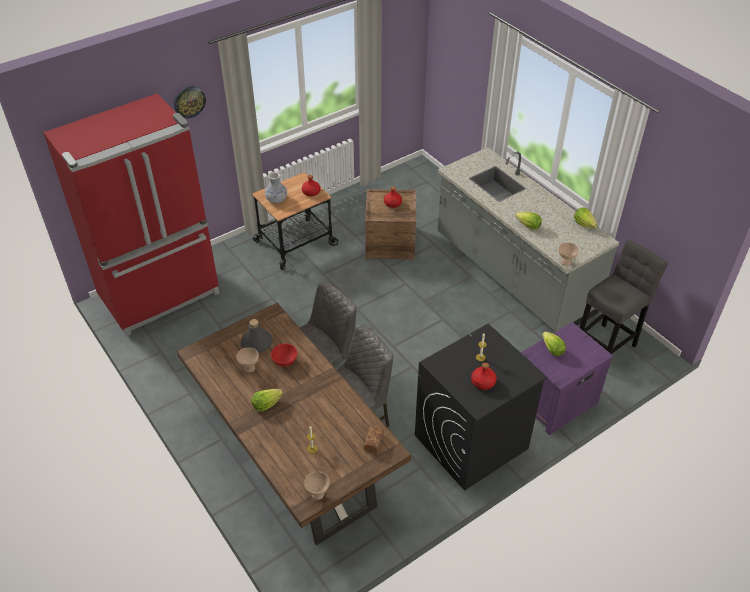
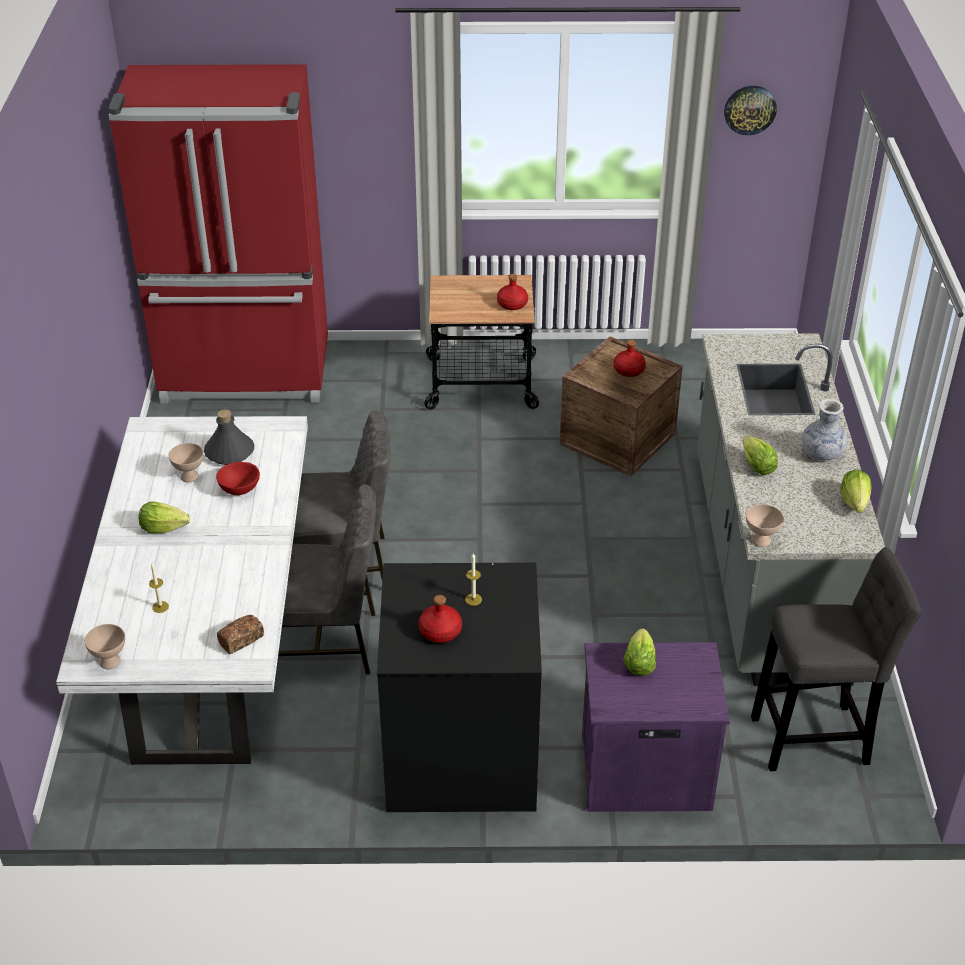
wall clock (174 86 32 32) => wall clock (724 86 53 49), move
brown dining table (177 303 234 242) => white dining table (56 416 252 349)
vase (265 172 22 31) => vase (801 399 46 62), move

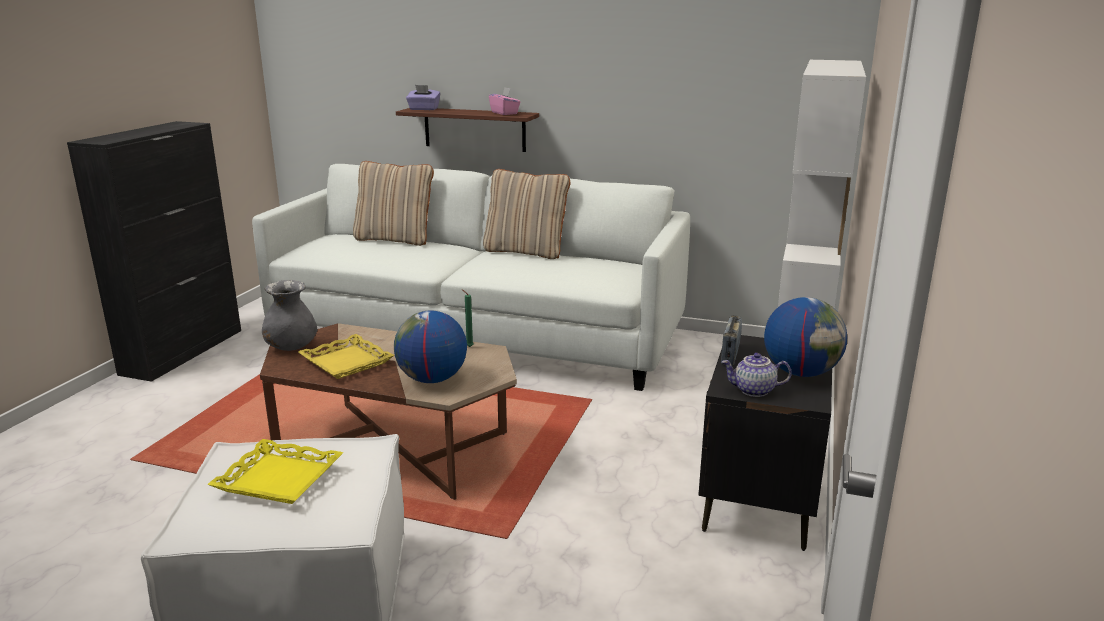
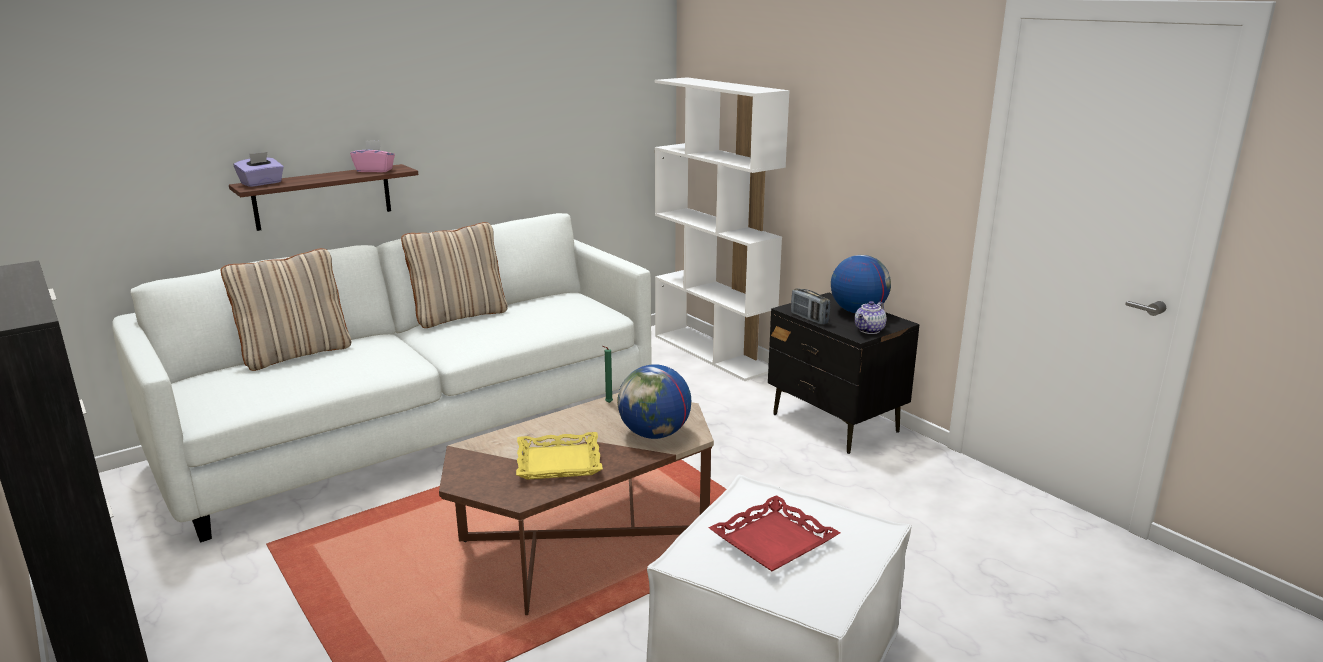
yellow tray (207 439 137 65) => red tray (708 495 133 76)
grey vase (262 280 55 71) => nothing

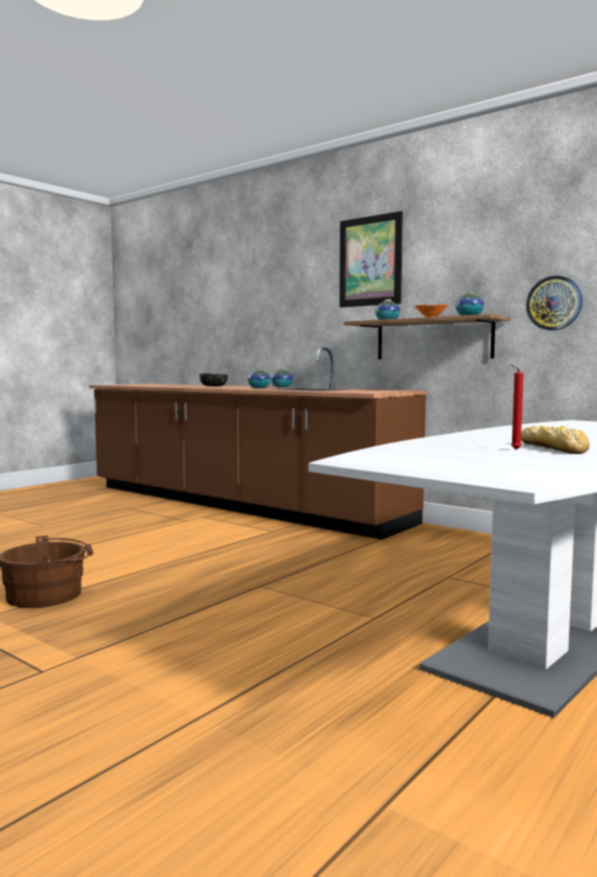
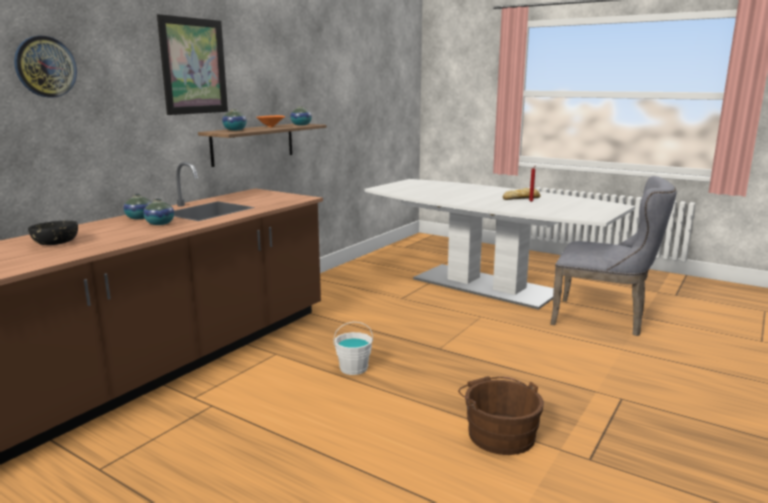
wall clock (526 275 56 56) => wall clock (14 36 63 62), move
nothing => white bucket (333 322 40 53)
nothing => grey chair (550 176 126 160)

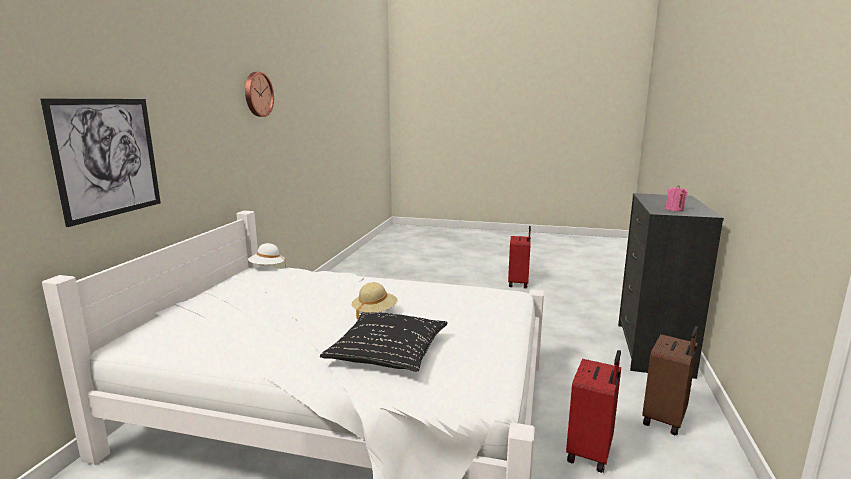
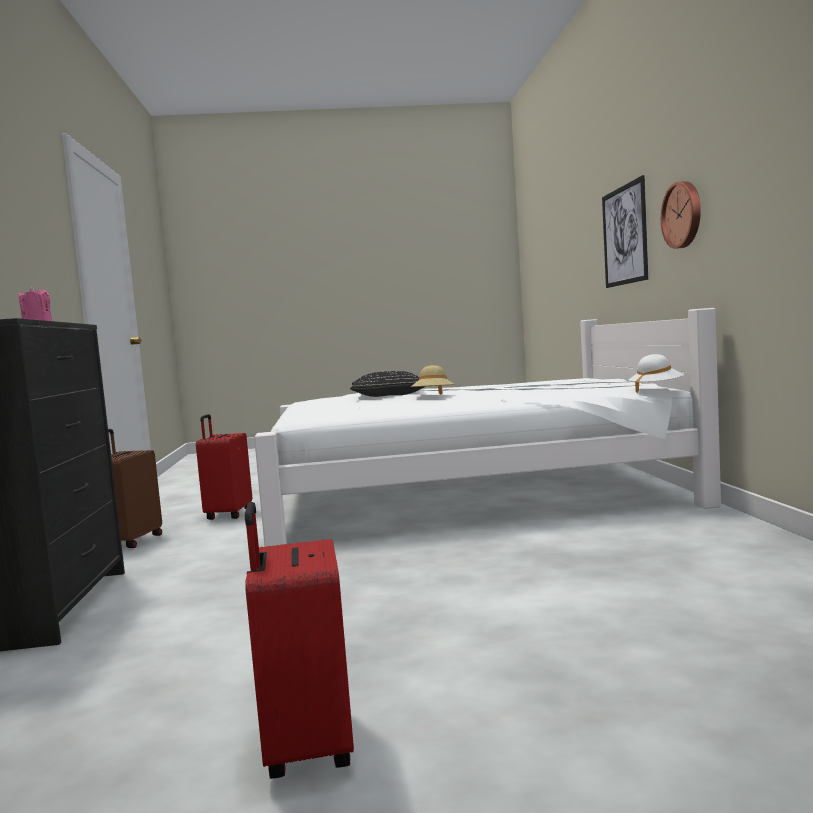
wall clock (245 72 29 45) => wall clock (661 181 40 68), move

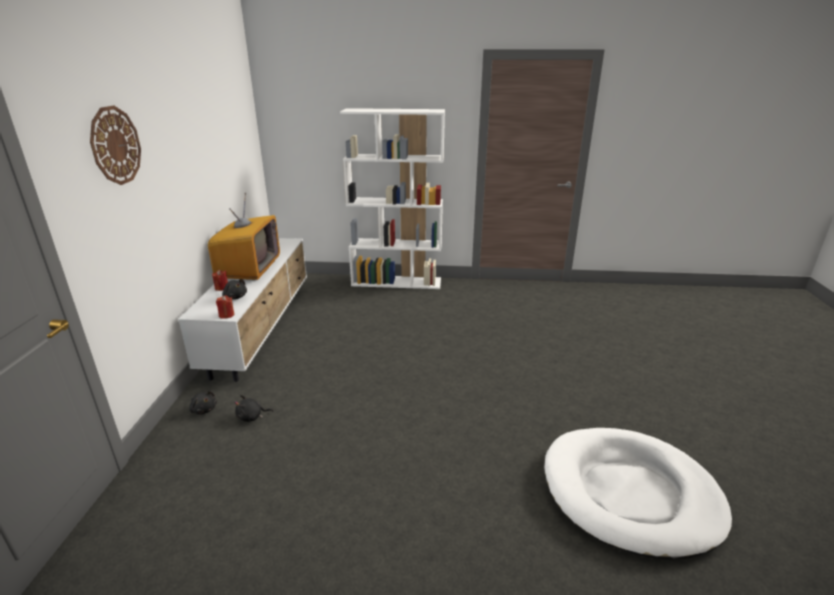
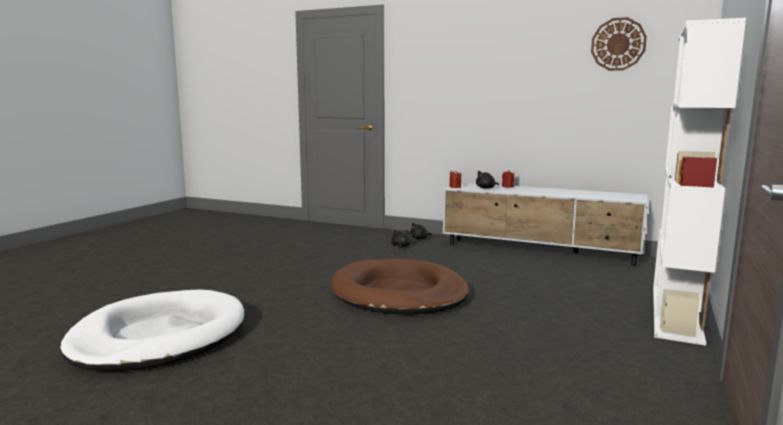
wall clock (90 105 51 80) => wall clock (591 17 56 54), move
television (208 193 72 87) => nothing
nothing => brown dog bed (331 259 138 56)

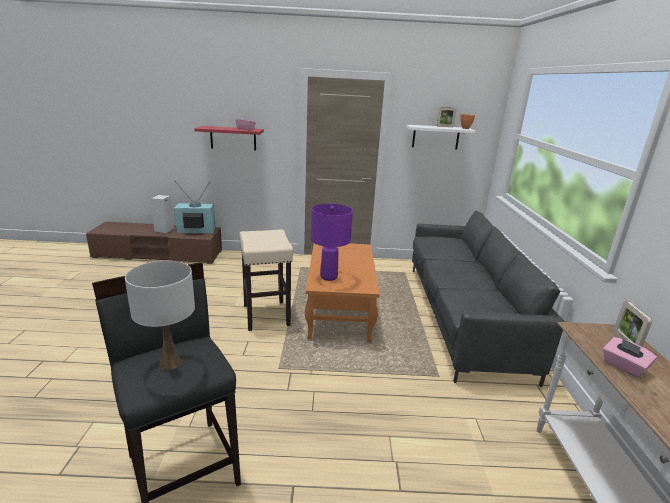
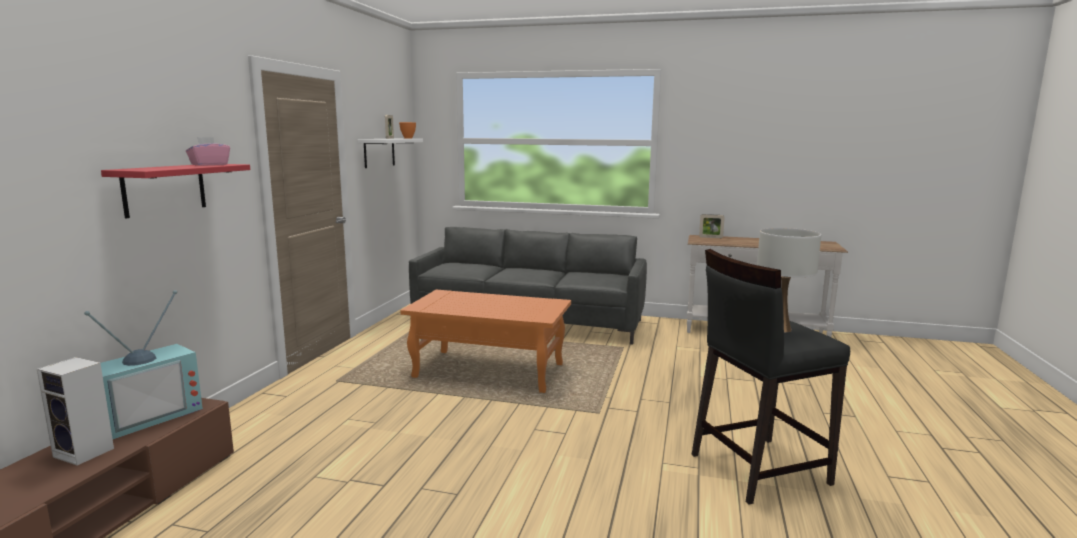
television (174 180 41 53) => television (84 290 119 149), 150 degrees counterclockwise
beige stool (239 229 54 102) => nothing
purple table lamp (311 204 42 77) => nothing
pink tissue box (603 337 54 41) => nothing

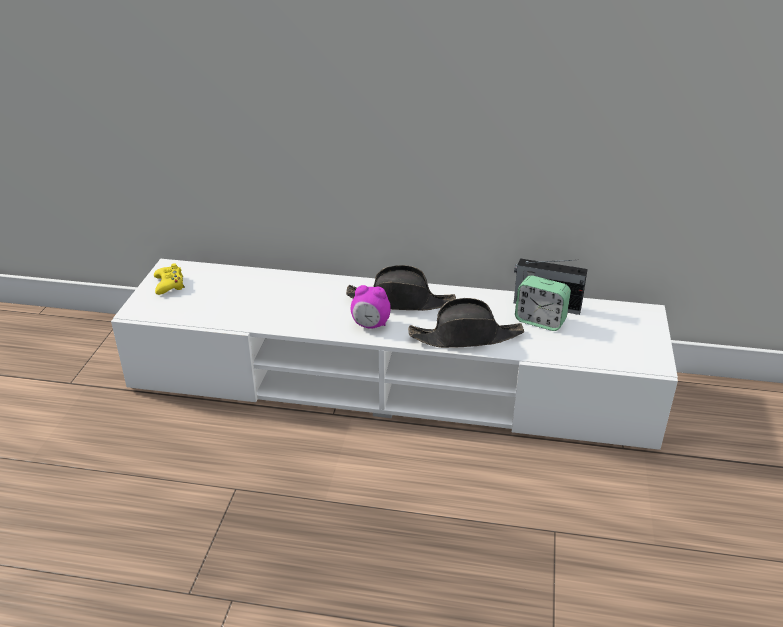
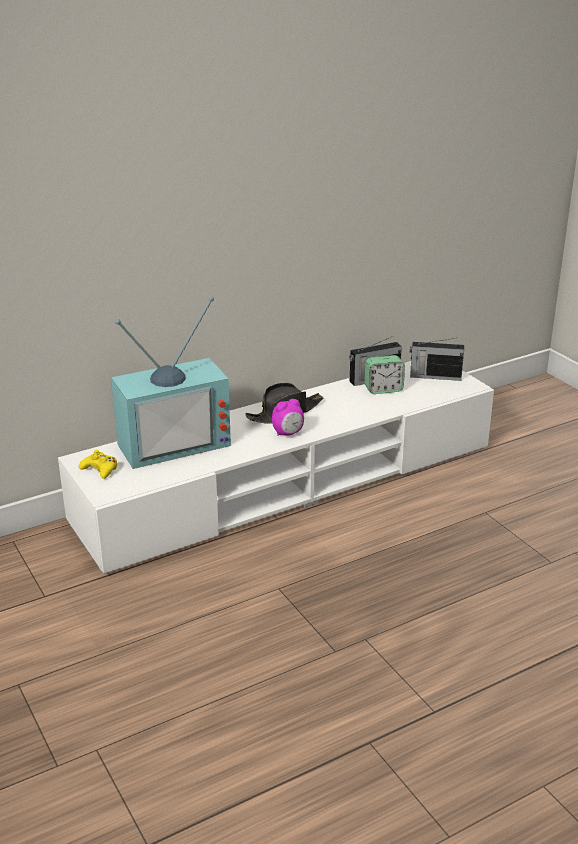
black hat (408 298 116 50) => nothing
nothing => television (111 296 120 173)
nothing => radio (410 338 54 43)

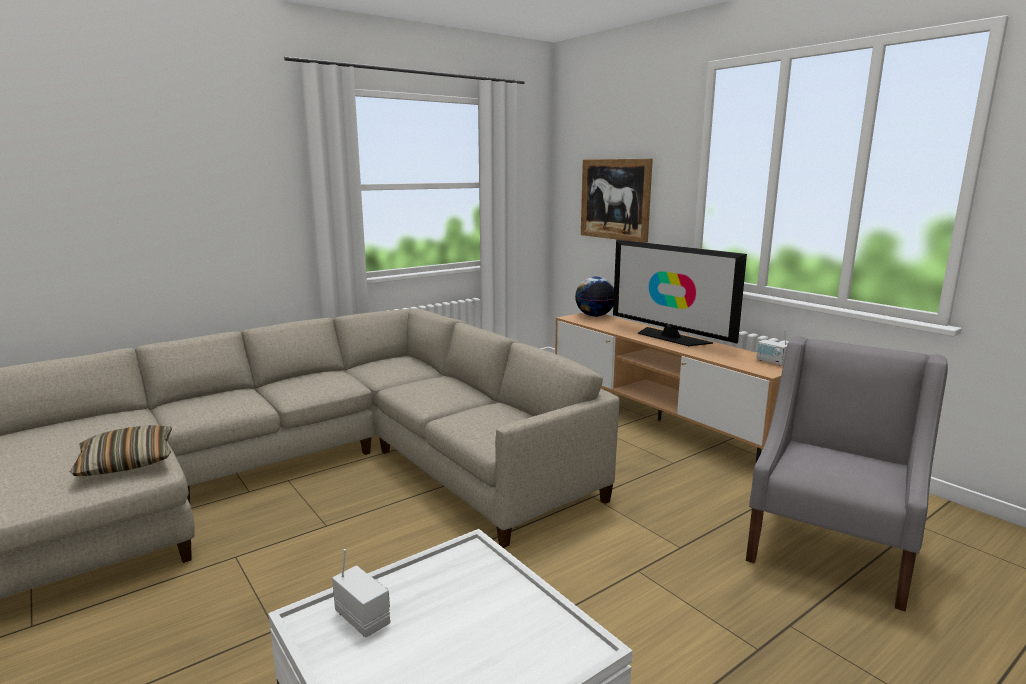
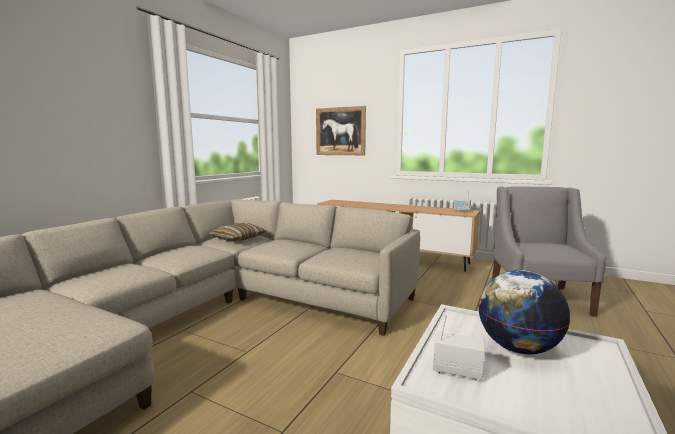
pillow (70 425 102 51) => pillow (208 223 58 18), move
globe (575 276 39 41) => globe (478 270 92 84), move
television (613 240 134 106) => nothing

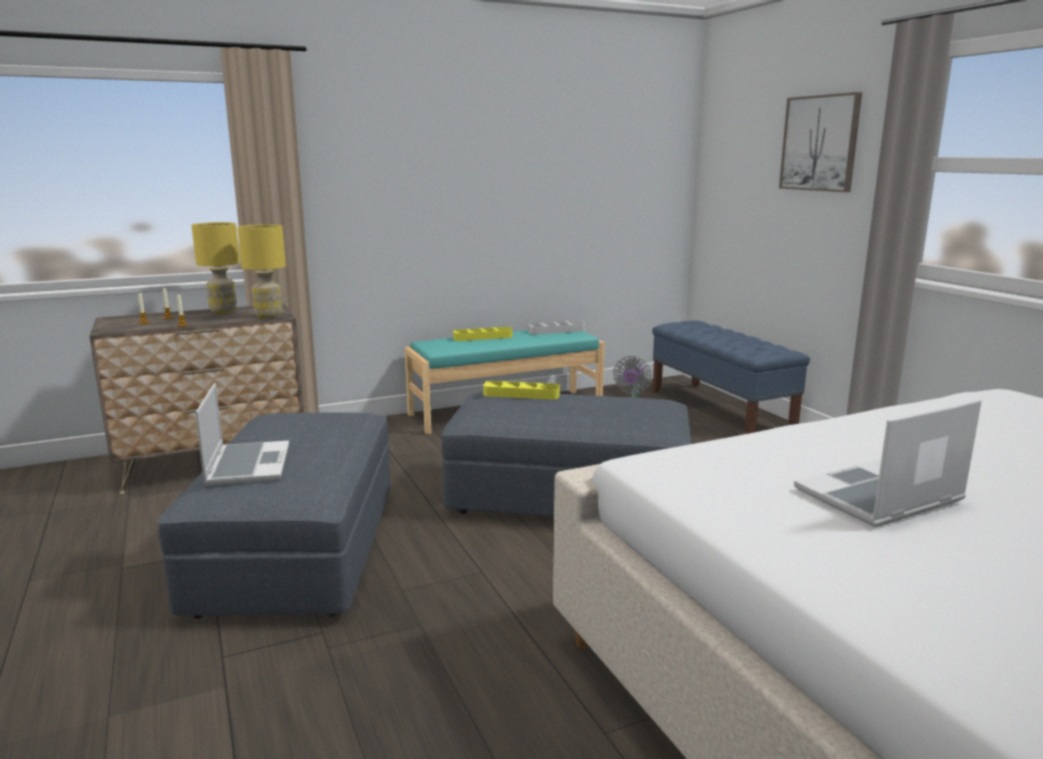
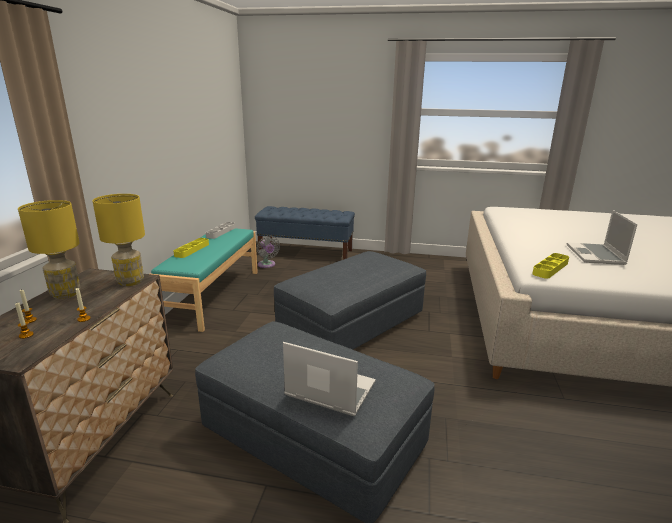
yellow tray (483 381 77 19) => yellow tray (532 253 37 26), move
picture (779 92 83 100) => nothing

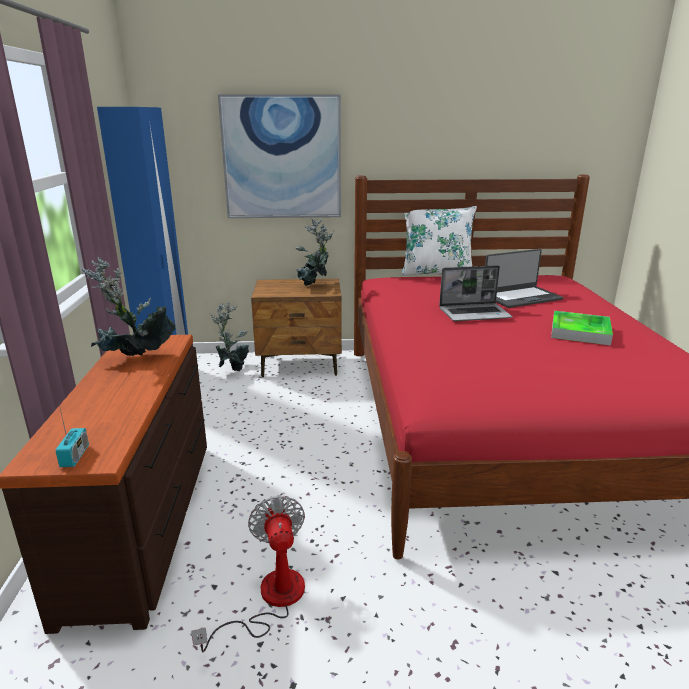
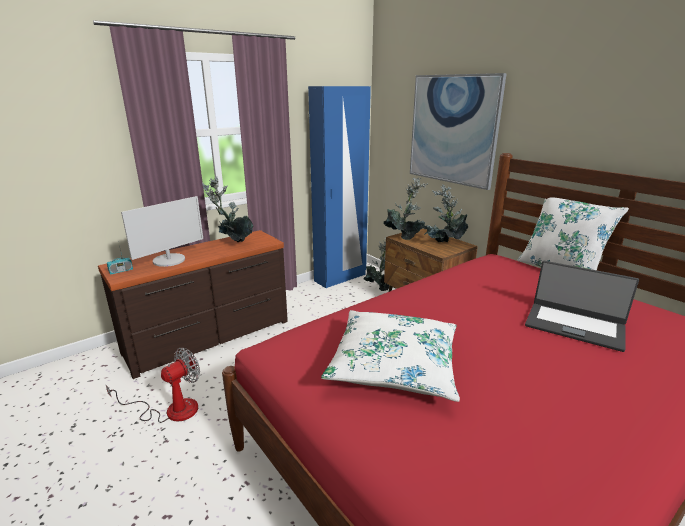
laptop (439 265 73 56) => nothing
tray (551 311 62 34) => nothing
nothing => monitor (121 196 82 71)
nothing => white pillow (321 310 139 92)
nothing => potted plant (383 178 44 62)

